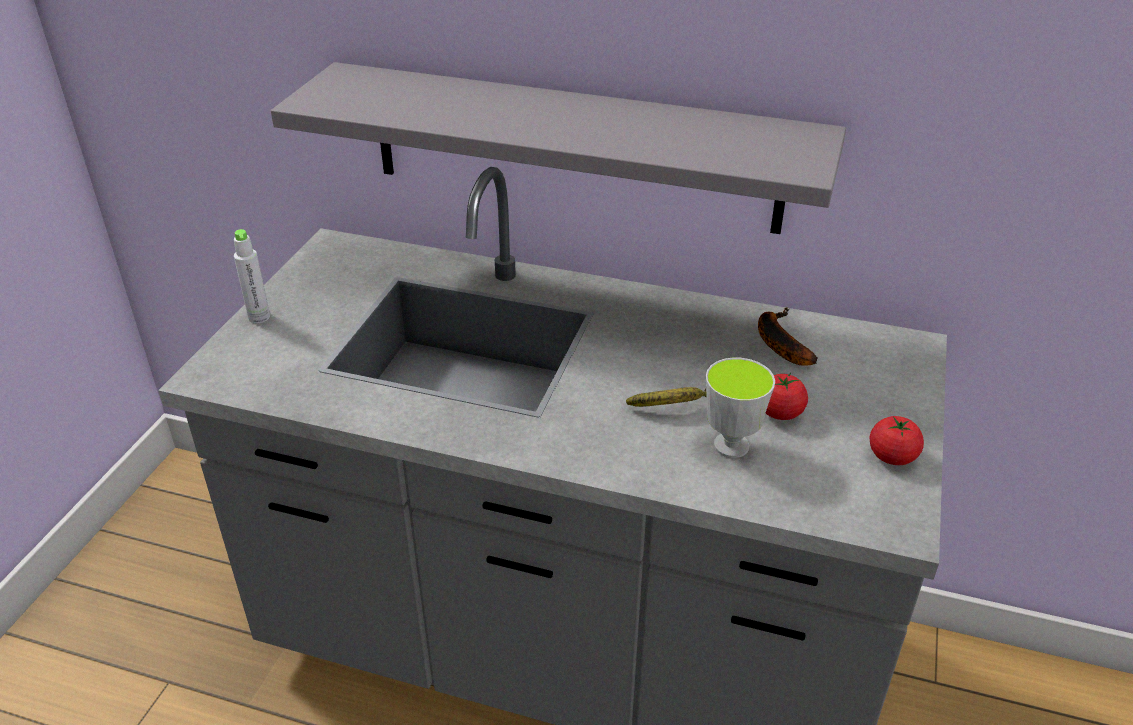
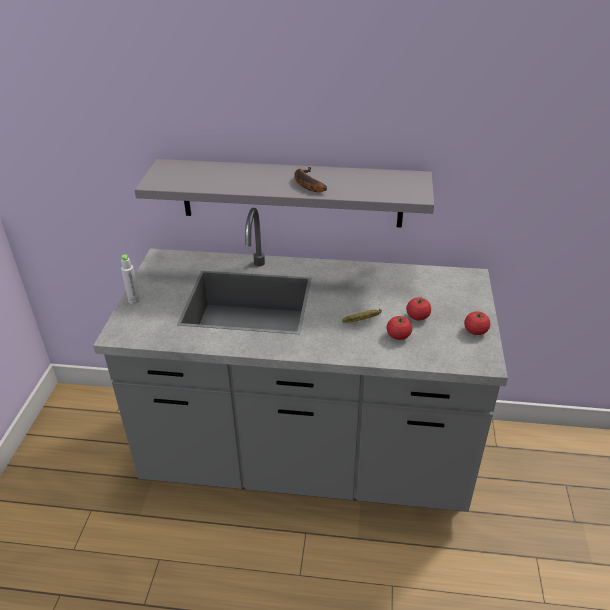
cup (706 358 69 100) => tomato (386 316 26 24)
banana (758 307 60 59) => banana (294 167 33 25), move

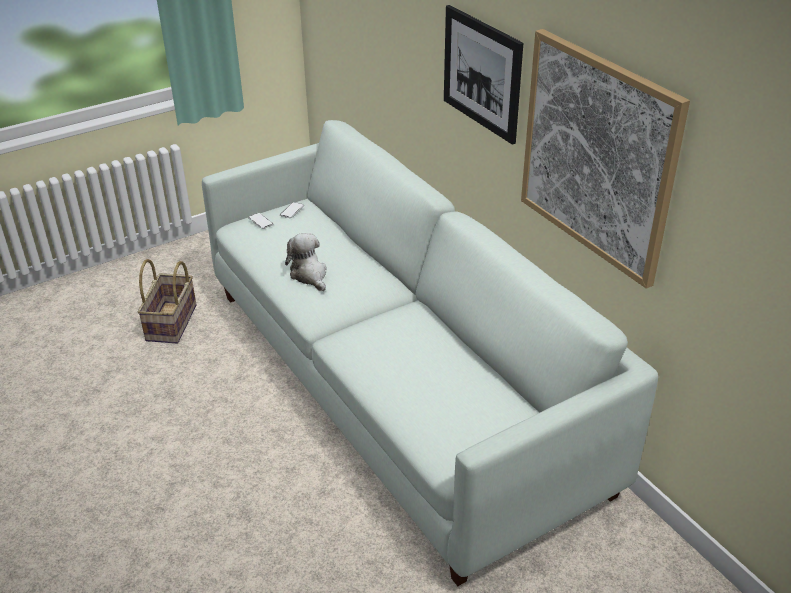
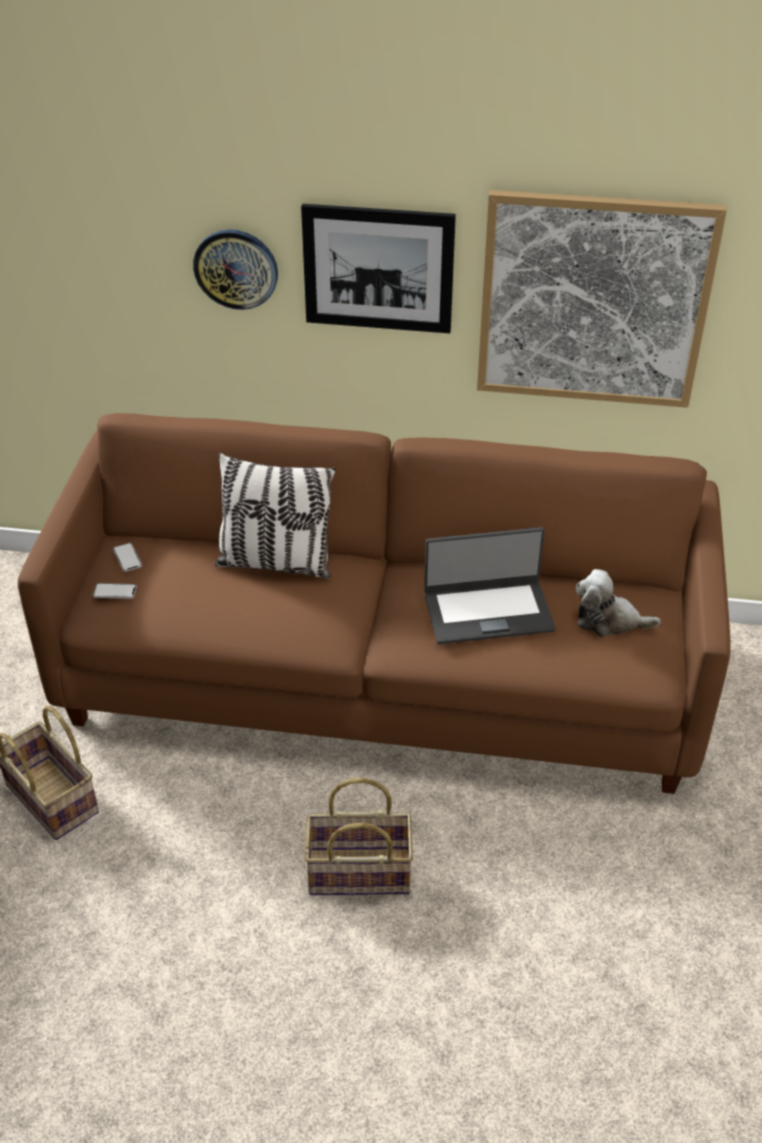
white sofa (202 120 456 466) => brown sofa (18 413 713 381)
plush toy (285 233 42 59) => plush toy (576 569 85 68), move
nothing => wall clock (193 229 85 81)
nothing => pillow (215 453 121 125)
nothing => basket (305 778 108 117)
nothing => laptop (424 527 132 117)

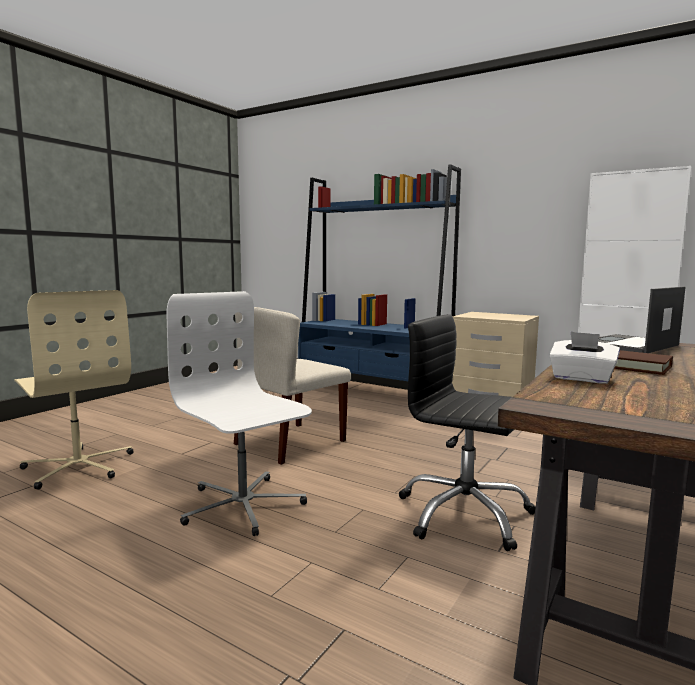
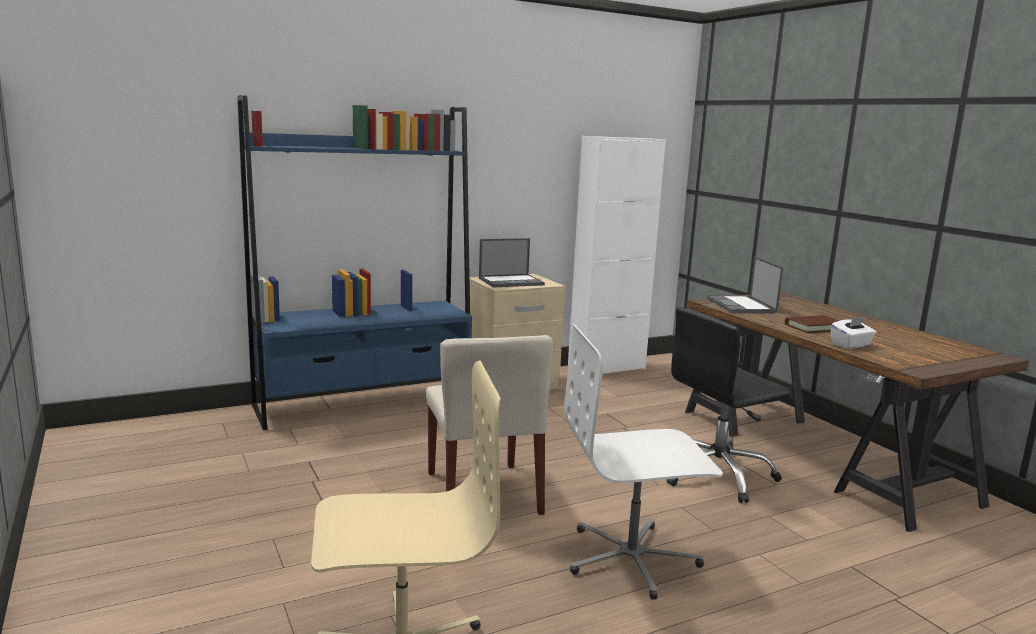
nothing => laptop (479 238 66 50)

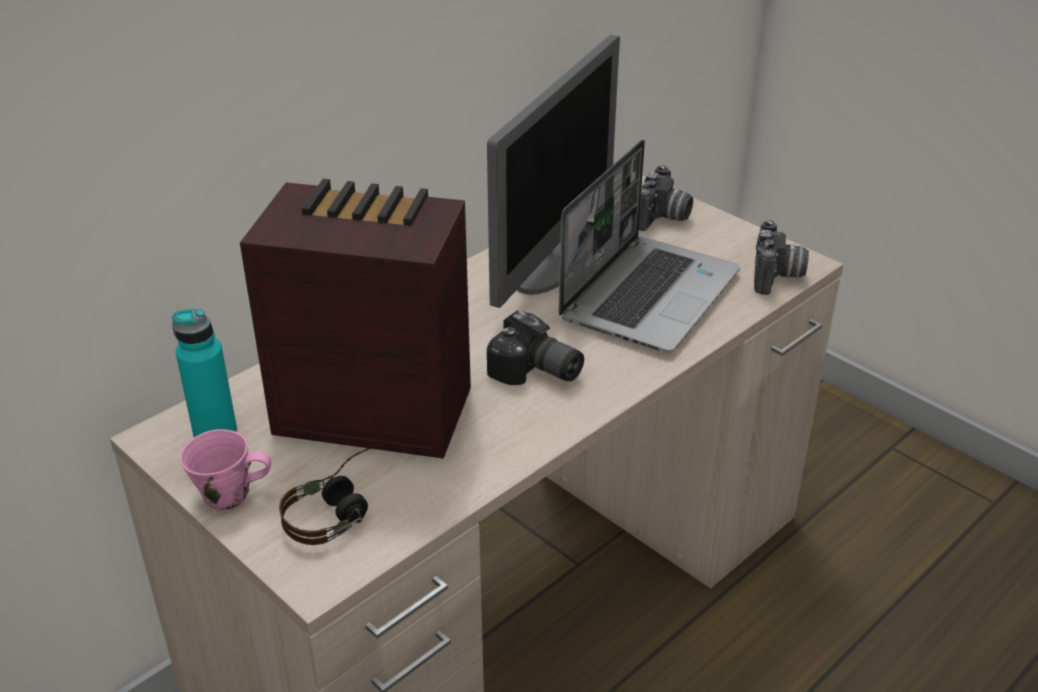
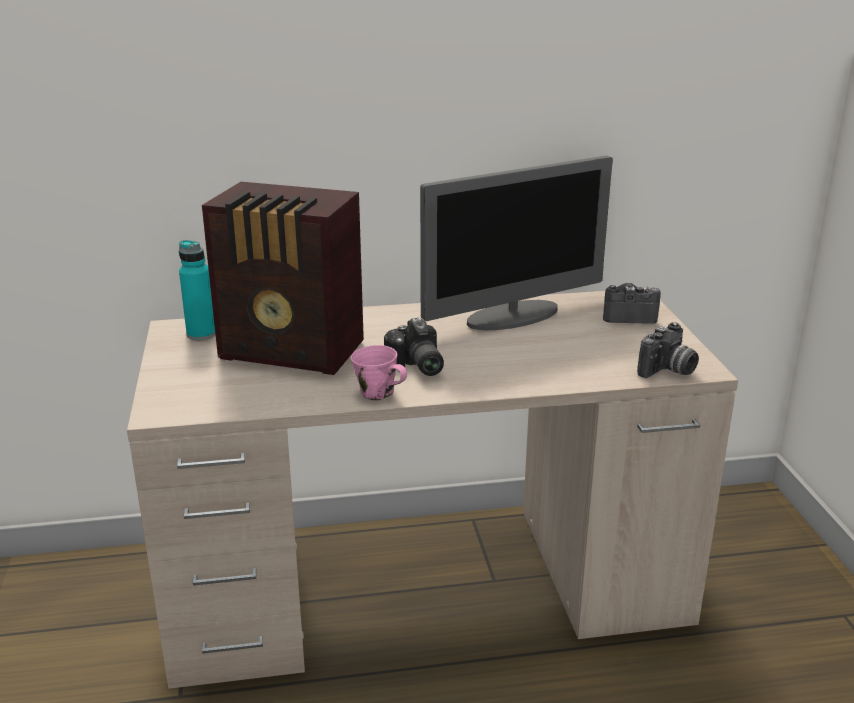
pink mug (180 429 91 81) => pink mug (351 345 56 56), move
radio (240 179 231 280) => radio (202 182 162 193), 150 degrees clockwise
headphones (279 445 104 100) => nothing
laptop (558 140 182 212) => nothing
photo camera (639 165 54 66) => photo camera (603 283 58 41), 150 degrees counterclockwise

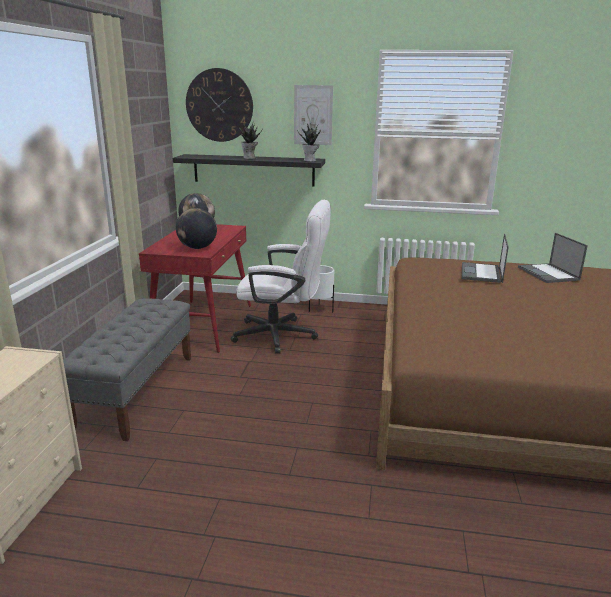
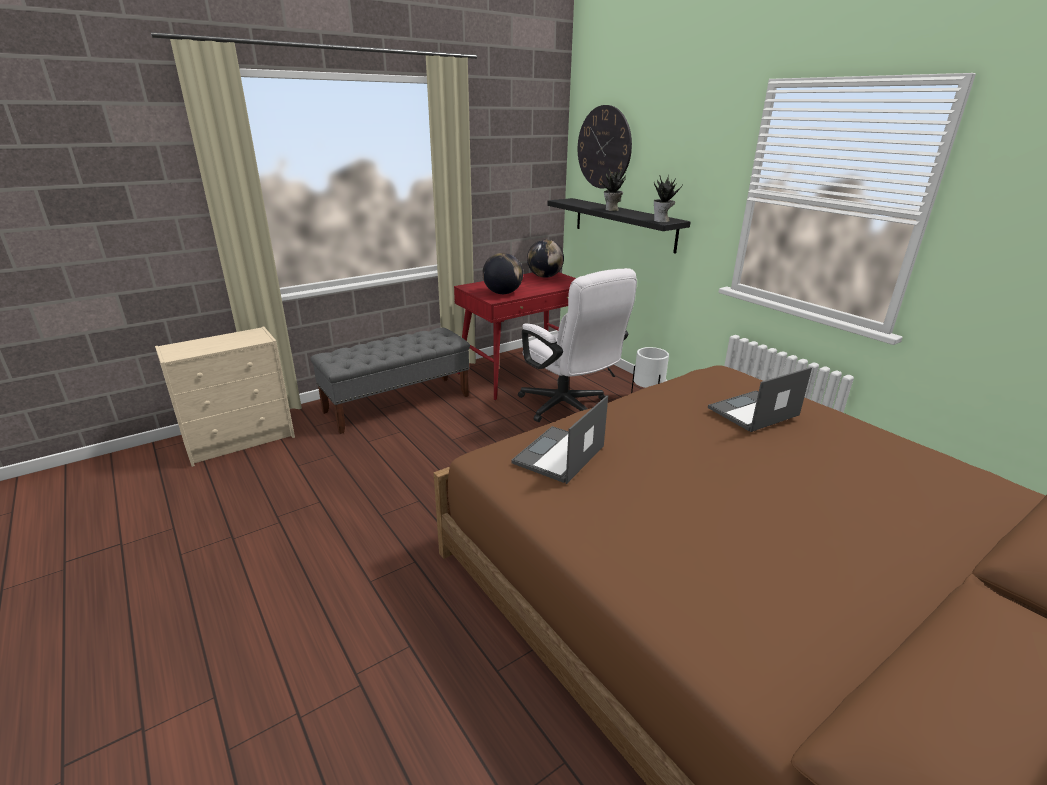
picture (294 85 39 60) => nothing
laptop (518 233 70 50) => laptop (511 395 97 89), move

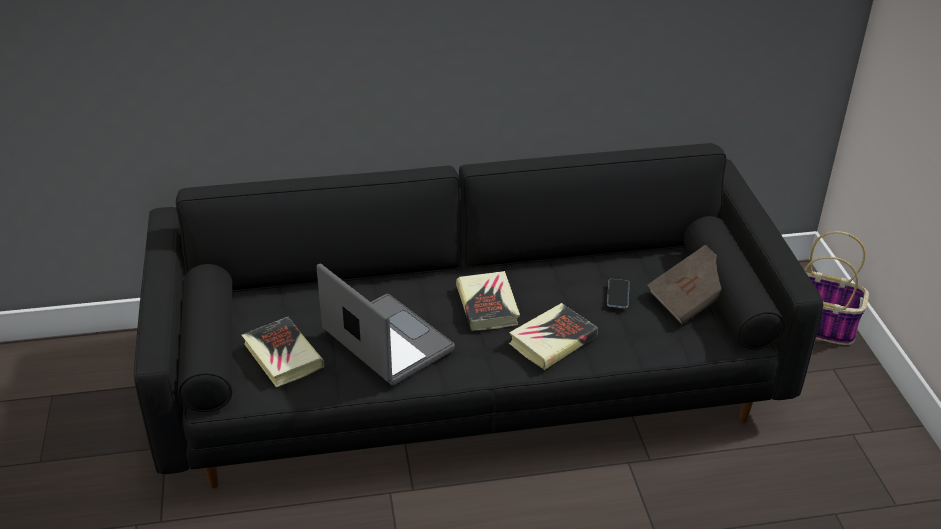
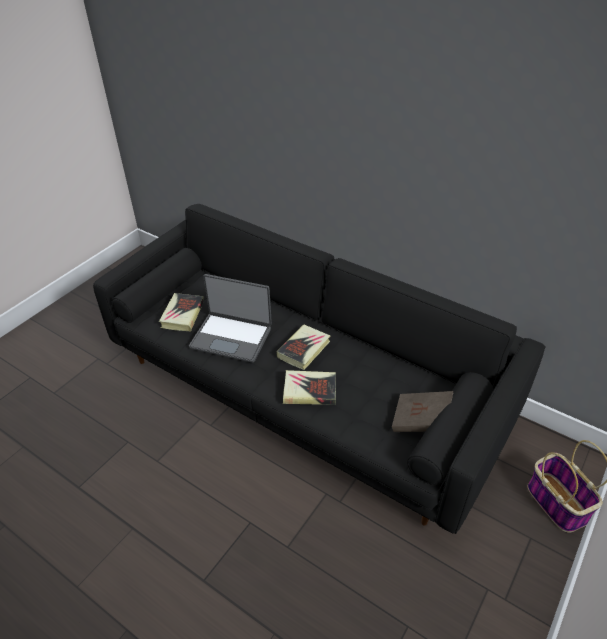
laptop (317 264 138 121) => laptop (189 274 83 89), 105 degrees clockwise
phone (607 279 22 29) => nothing

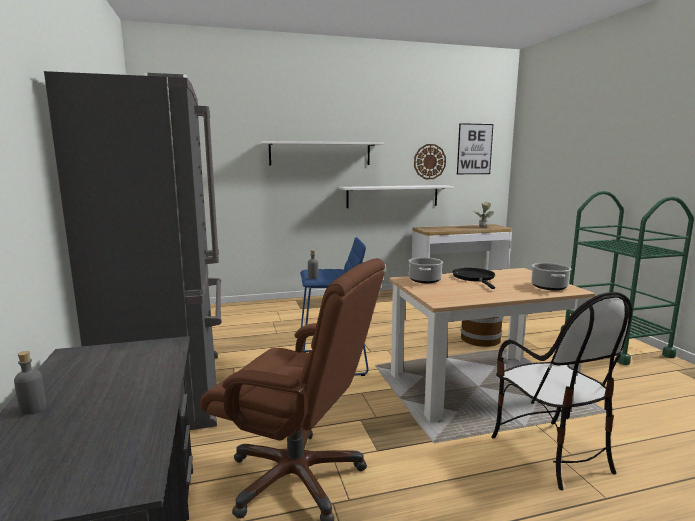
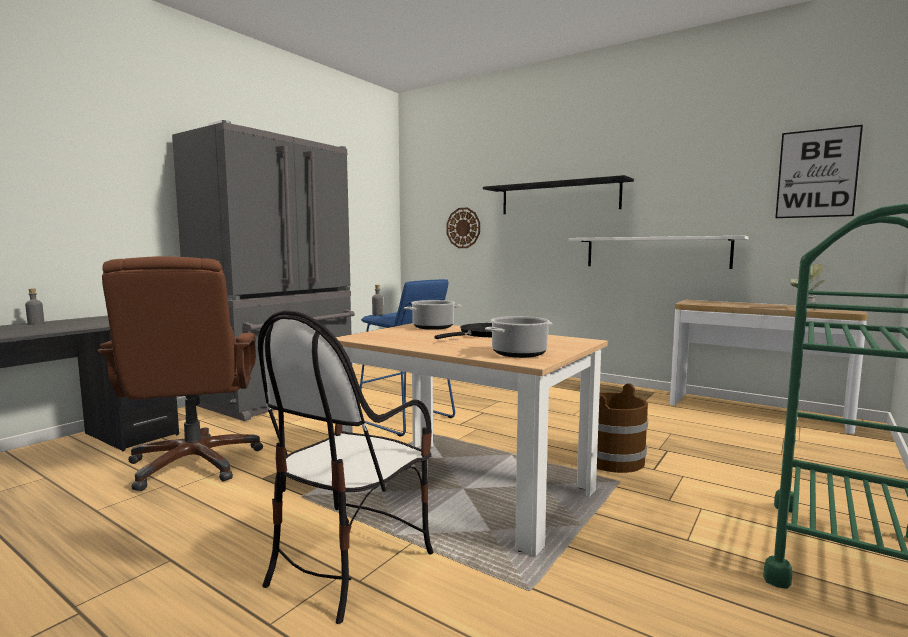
white shelf (260 141 125 24) => black shelf (483 175 151 39)
wall clock (414 144 32 35) => wall clock (447 208 33 40), move

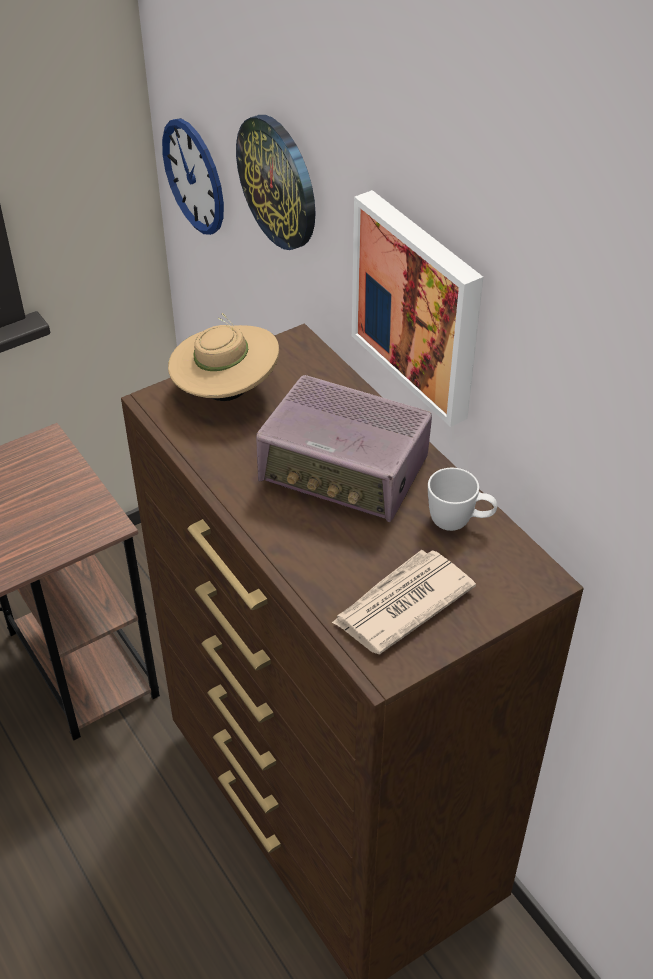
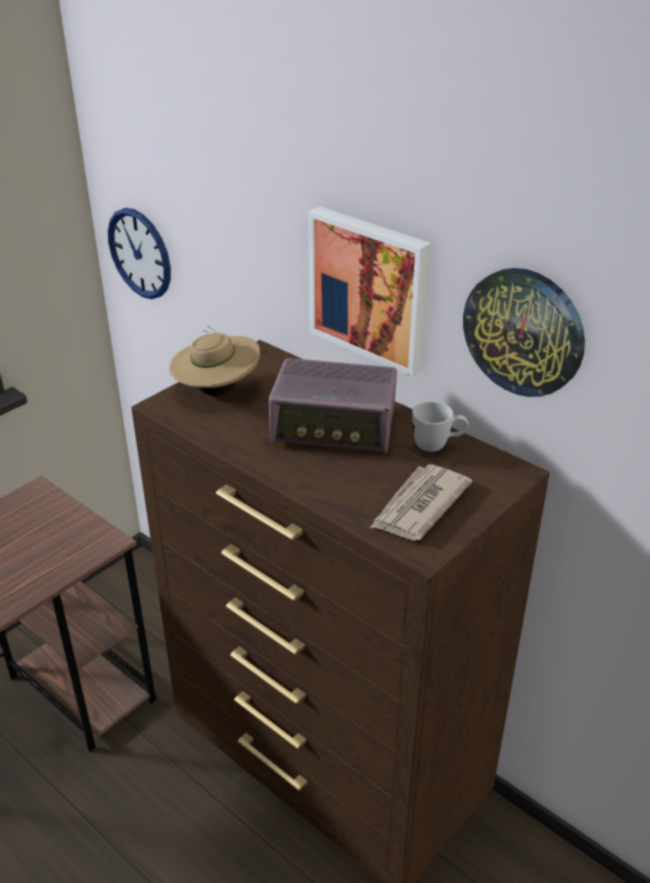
wall clock (236 115 79 135) => wall clock (463 268 122 129), move

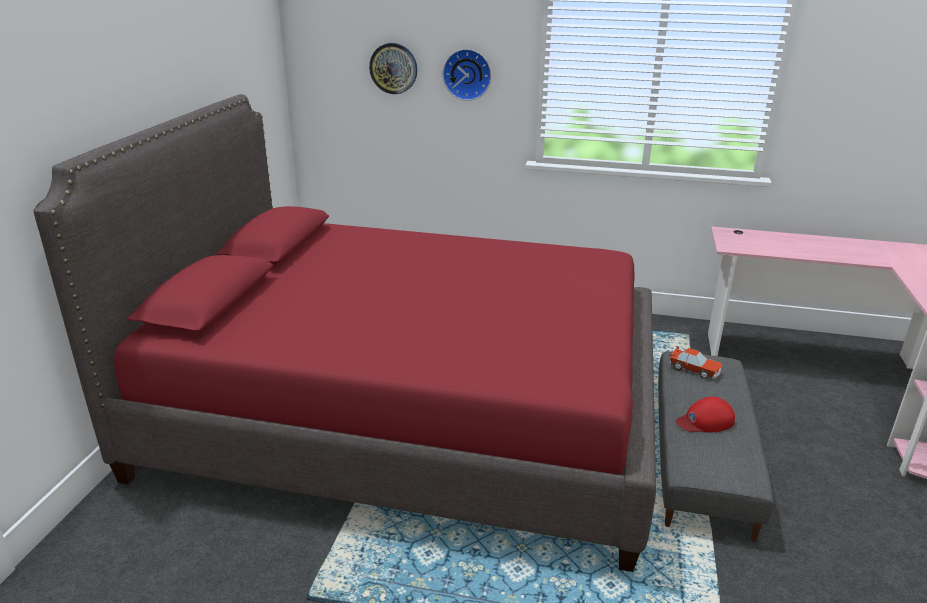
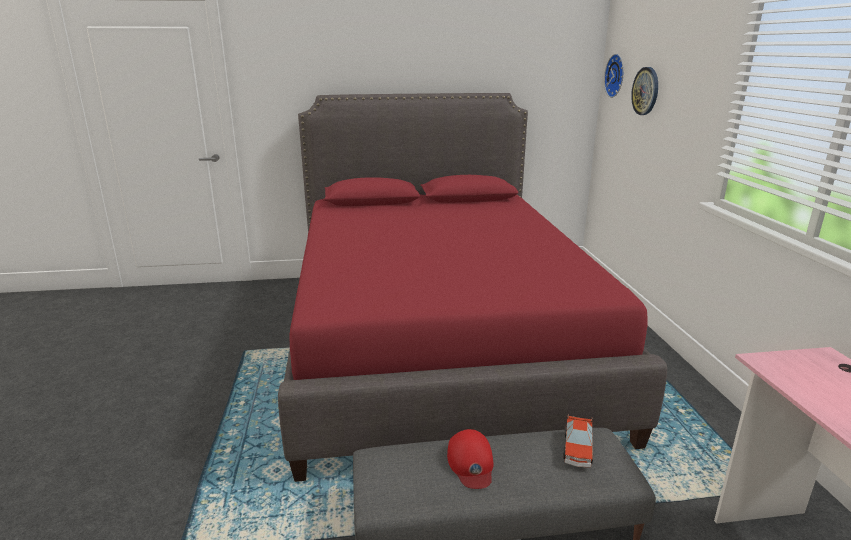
wall clock (443 49 48 52) => wall clock (604 54 20 44), move
red cap (676 397 59 35) => red cap (447 429 47 60), 150 degrees counterclockwise

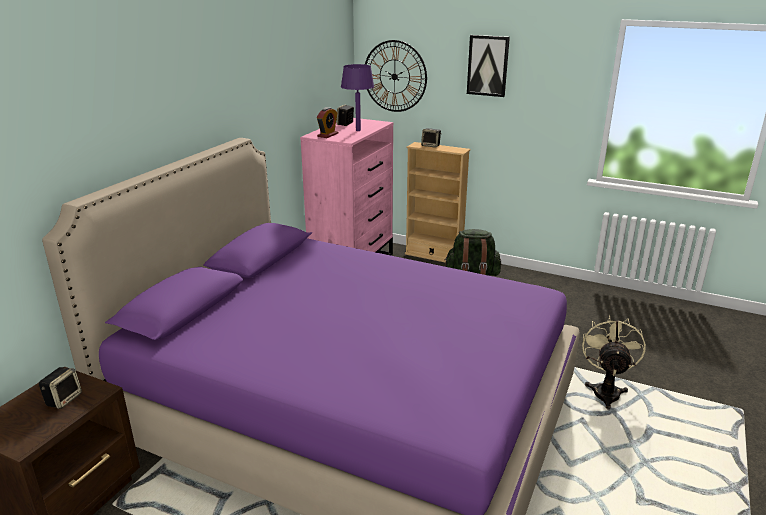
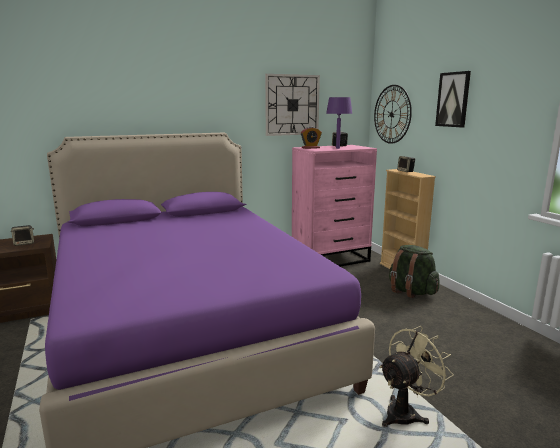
nothing => wall clock (265 74 55 62)

